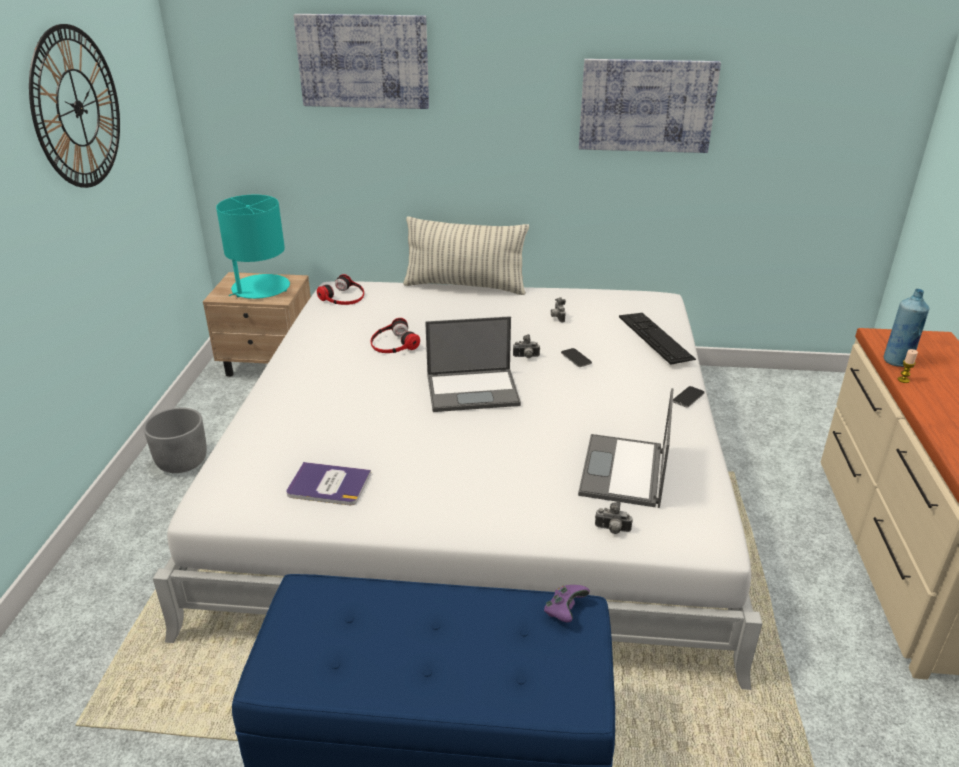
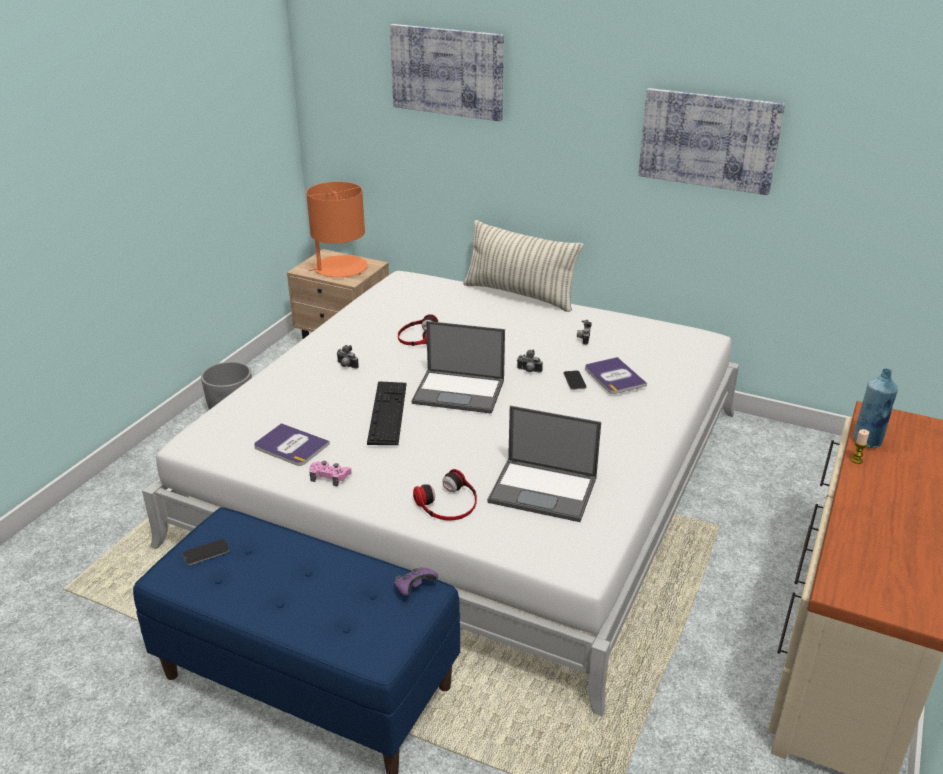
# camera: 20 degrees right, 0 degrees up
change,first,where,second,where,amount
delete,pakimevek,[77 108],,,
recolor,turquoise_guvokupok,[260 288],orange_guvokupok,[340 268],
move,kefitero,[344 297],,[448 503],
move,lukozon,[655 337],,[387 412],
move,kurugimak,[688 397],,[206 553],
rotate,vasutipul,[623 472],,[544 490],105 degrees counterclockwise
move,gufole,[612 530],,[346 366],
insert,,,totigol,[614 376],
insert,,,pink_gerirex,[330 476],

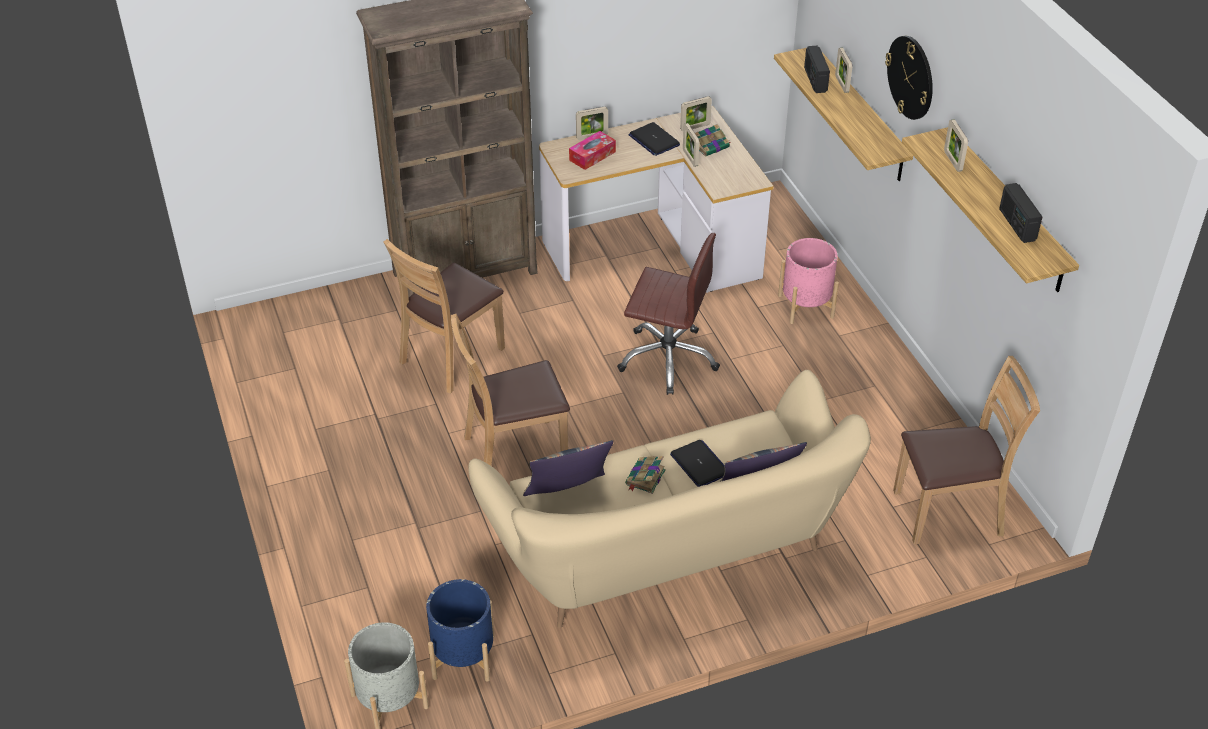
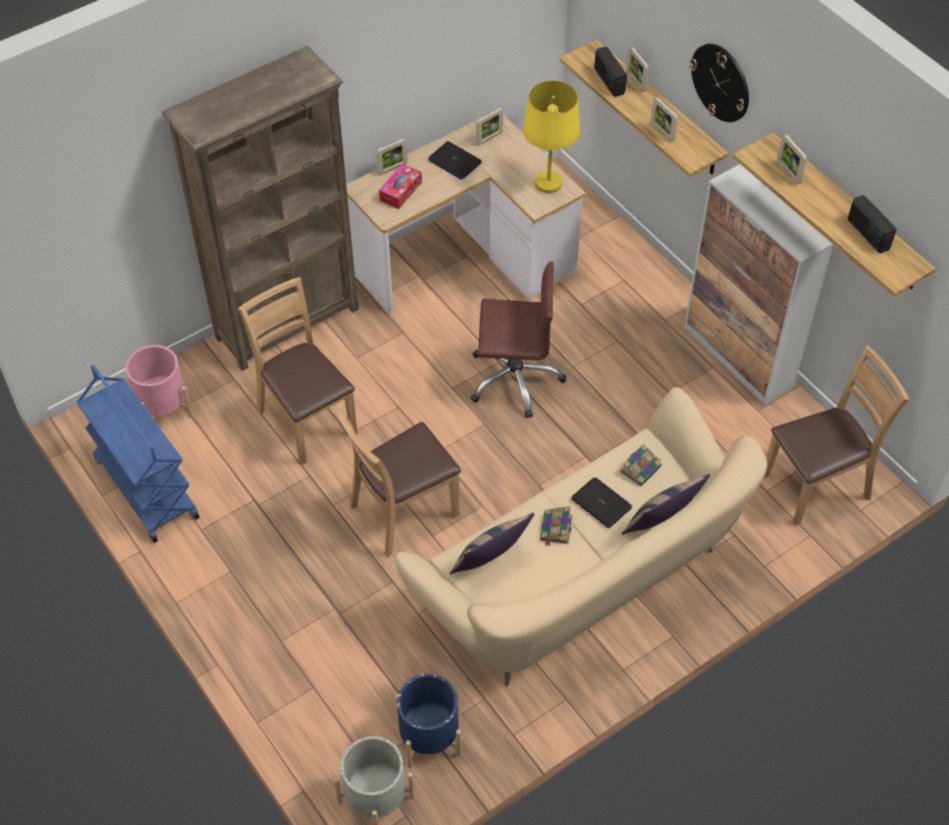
# camera: 15 degrees left, 10 degrees up
change,first,where,second,where,amount
move,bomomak,[690 158],,[662 132],
move,totigol,[711 146],,[641 469],
move,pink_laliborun,[805 306],,[163 408],
rotate,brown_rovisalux,[452 357],,[307 420],120 degrees clockwise
insert,,,yellow_guvokupok,[548 183],
insert,,,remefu,[738 357],
insert,,,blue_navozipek,[145 488],

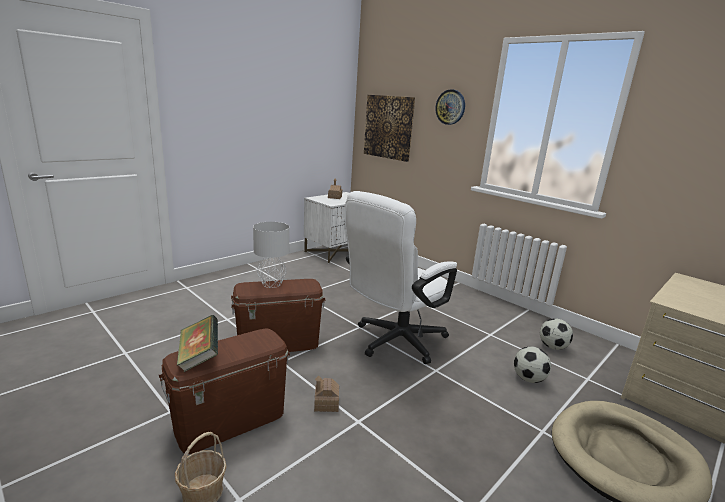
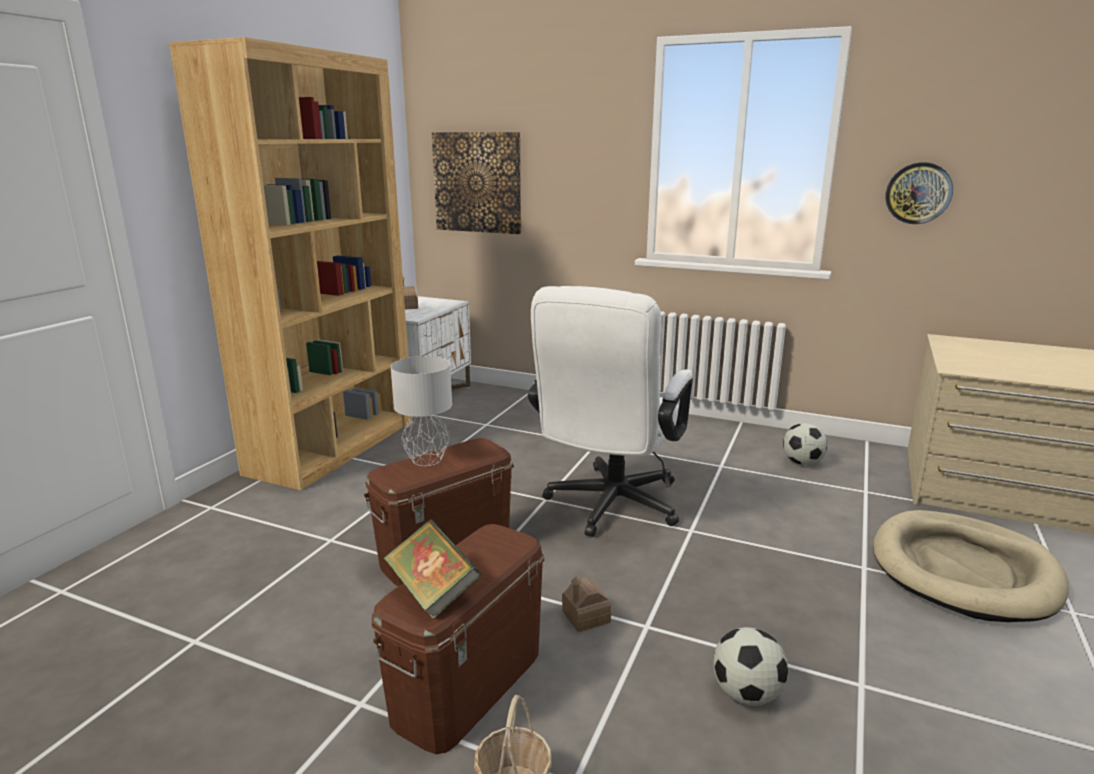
# camera: 20 degrees left, 0 degrees up
change,first,where,second,where,amount
move,pakimevek,[450 107],,[918 193],
move,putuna,[528 378],,[746 694],
insert,,,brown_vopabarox,[334 447],

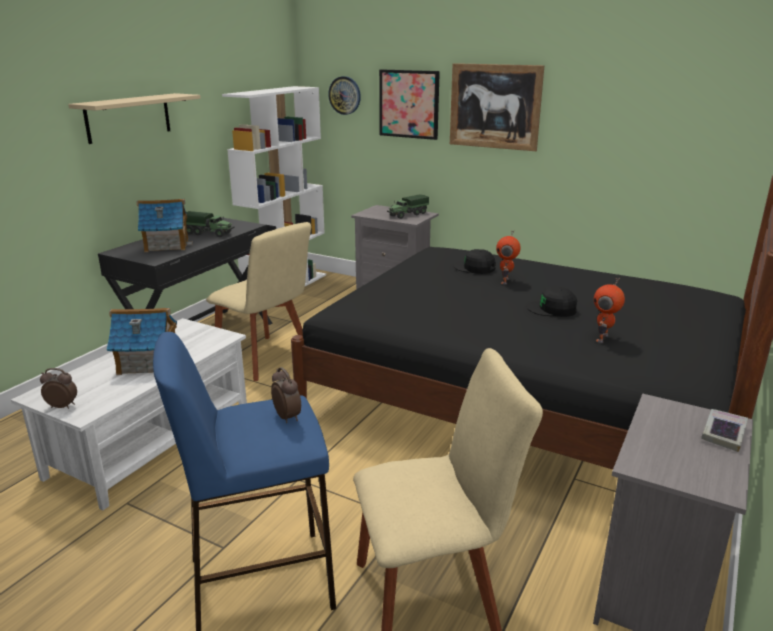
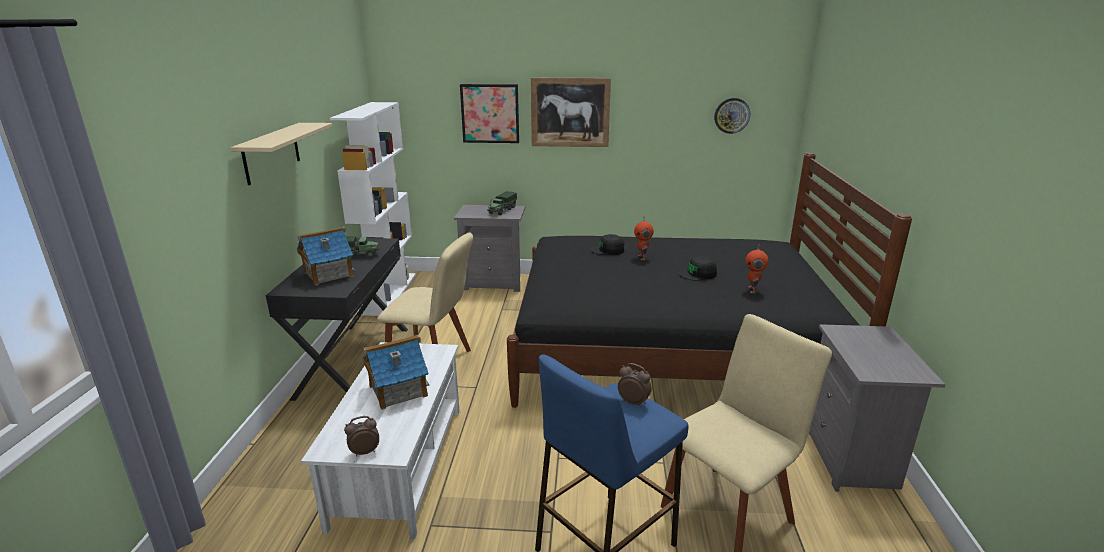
# camera: 25 degrees left, 0 degrees up
change,first,where,second,where,amount
move,pakimevek,[345 95],,[732 115],
delete,totigol,[723 433],,,

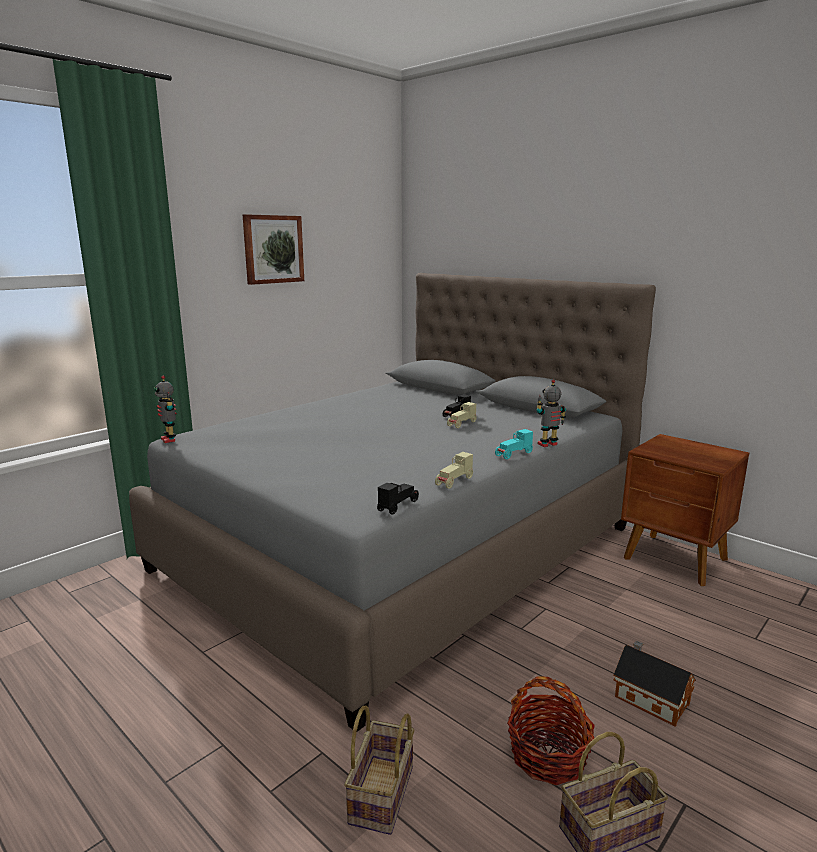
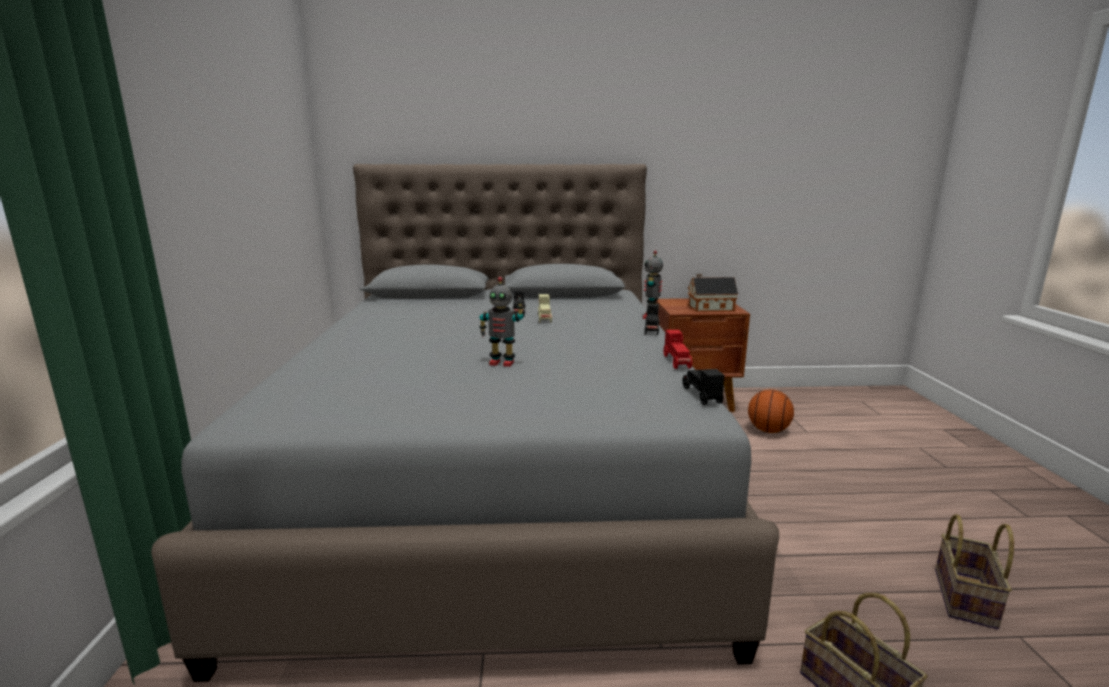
# camera: 45 degrees left, 0 degrees up
change,first,where,second,where,amount
delete,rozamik,[273 249],,,
move,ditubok,[169 439],,[502 363],
recolor,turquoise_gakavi,[514 454],black_gakavi,[652 330],
recolor,beige_gakavi,[454 481],red_gakavi,[677 362],
move,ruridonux,[649 698],,[709 308],
delete,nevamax,[548 755],,,
insert,,,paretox,[768 430],

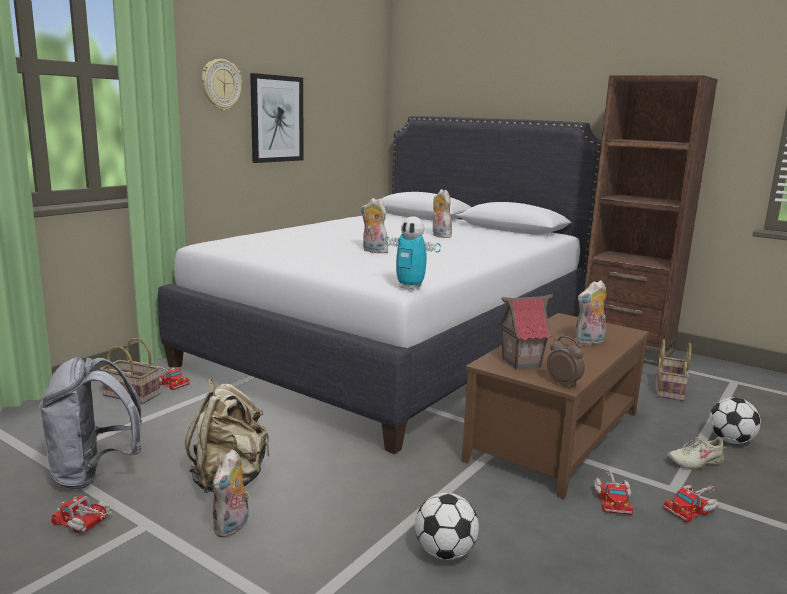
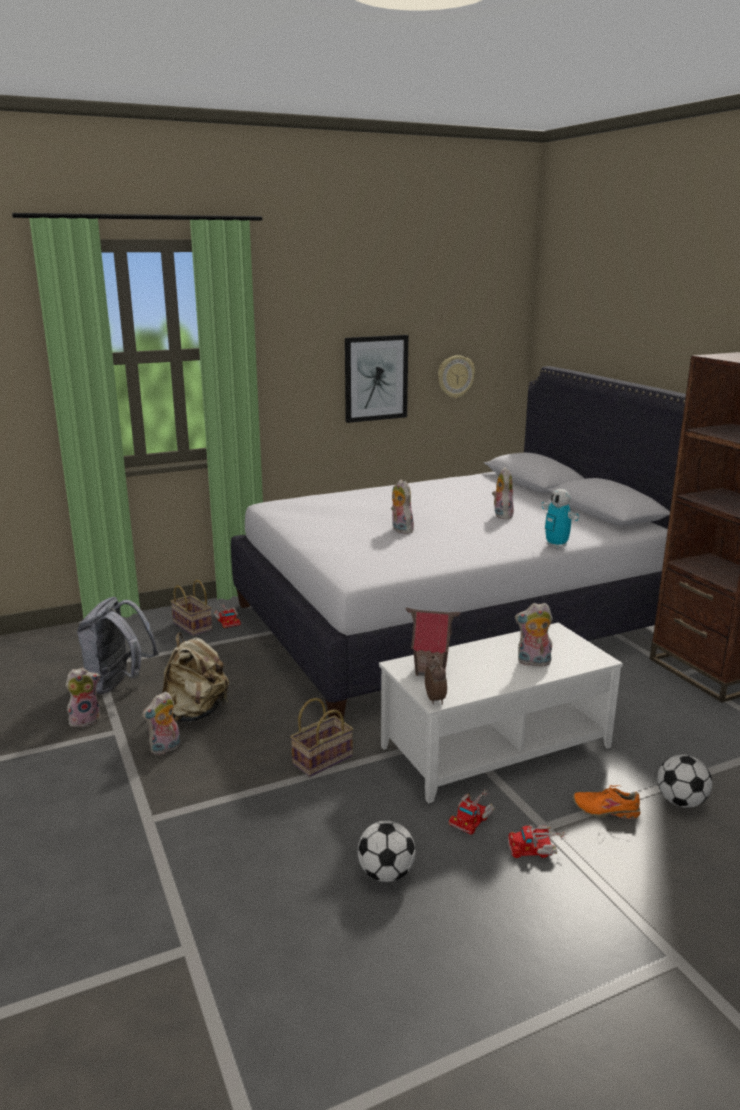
# camera: 30 degrees right, 5 degrees up
change,first,where,second,where,amount
move,pakimevek,[221 85],,[455 376],
move,ditubok,[410 287],,[556 545],
recolor,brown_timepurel,[553 435],white_timepurel,[494 746],
move,nevamax,[668 390],,[323 759],
recolor,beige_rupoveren,[695 462],orange_rupoveren,[606 810],
move,putuna,[445 553],,[386 874],
replace,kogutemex,[85 523],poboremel,[85 719],

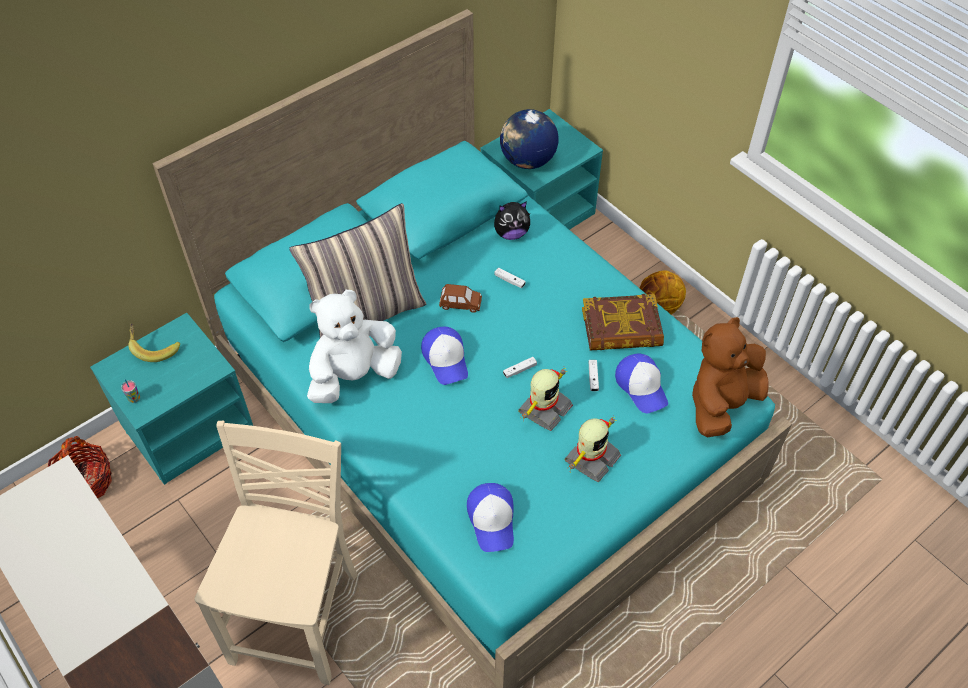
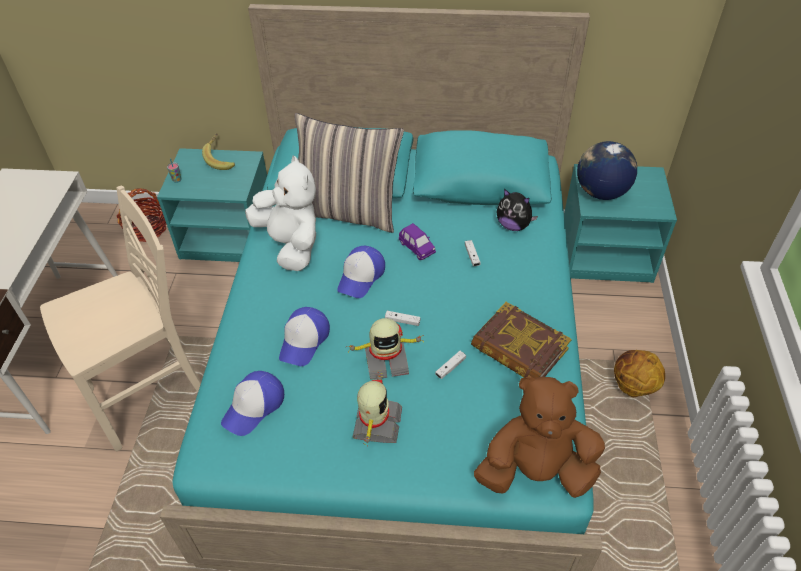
# camera: 45 degrees right, 5 degrees down
change,first,where,second,where,amount
recolor,brown_gakavi,[460 304],purple_gakavi,[416 248],
rotate,white_poboremel,[354 376],,[291 245],45 degrees clockwise
move,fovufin,[641 386],,[304 341],
rotate,ditubok,[591 458],,[376 423],75 degrees counterclockwise

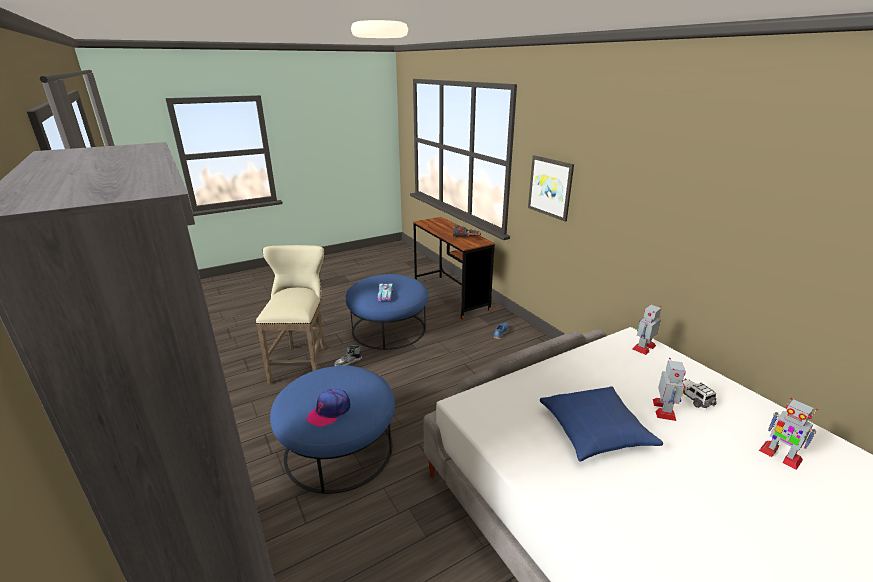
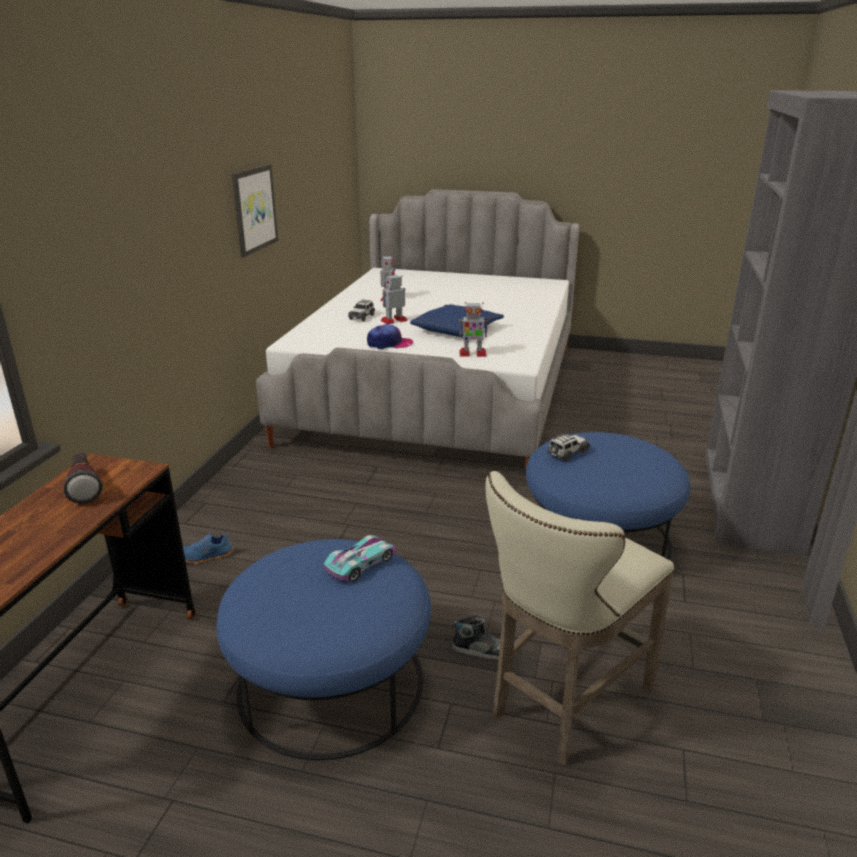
# camera: 135 degrees left, 0 degrees up
change,first,where,second,where,amount
move,rozamik,[550 187],,[254 209],
move,ditubok,[643 347],,[472 353],
move,fovufin,[329 411],,[389 344],
insert,,,gakavi,[567 453],

